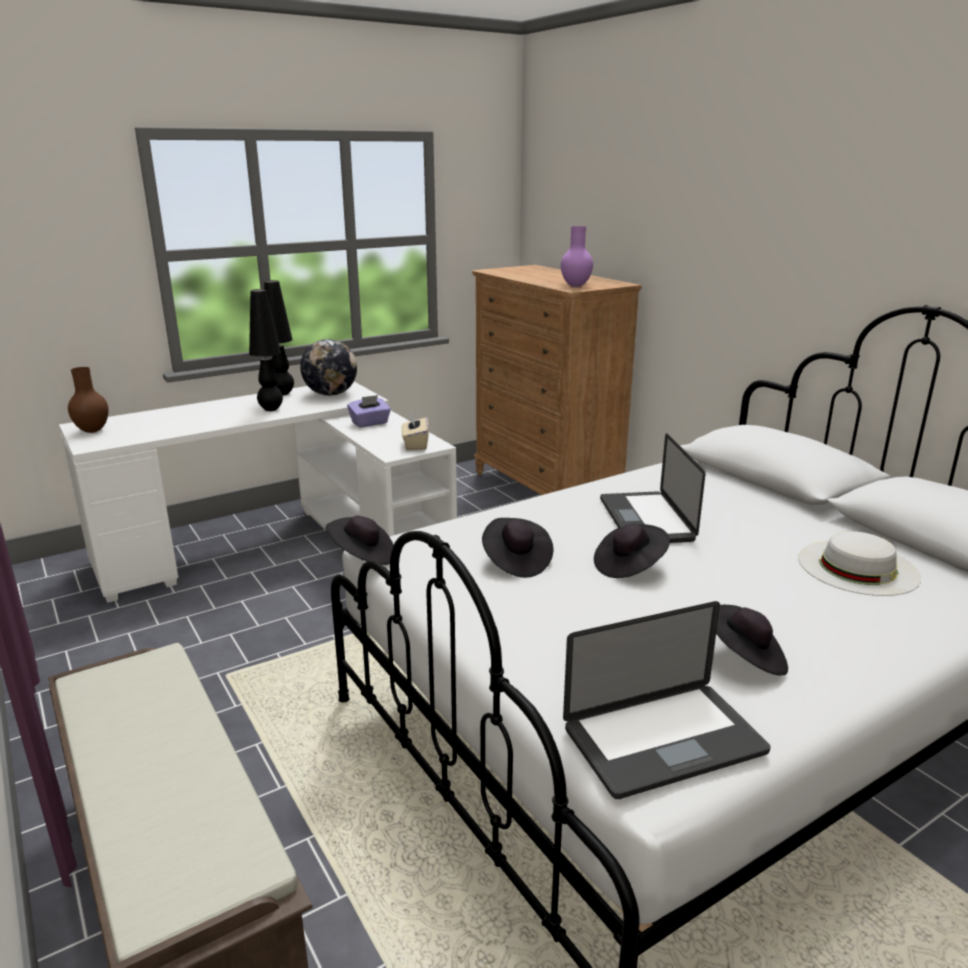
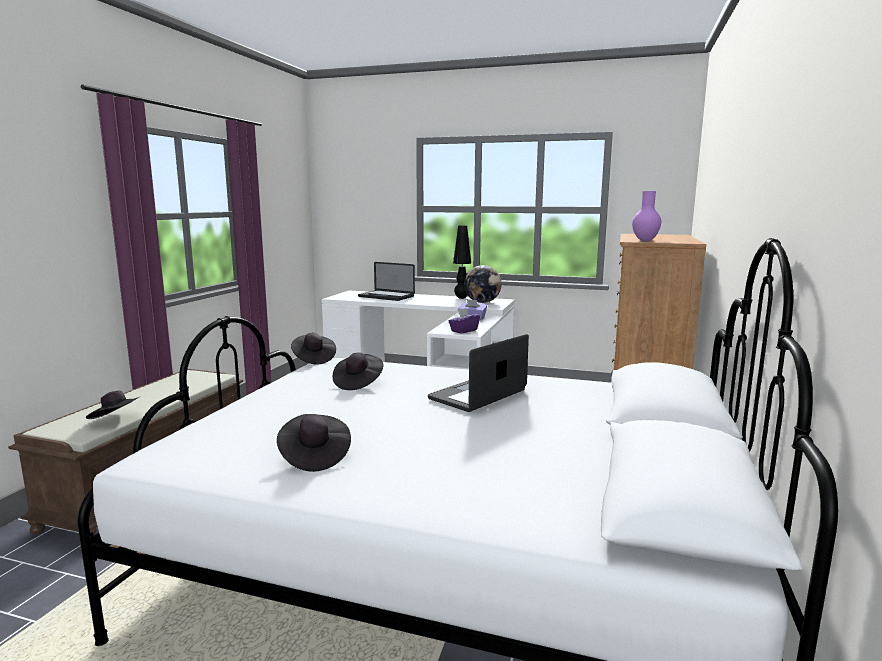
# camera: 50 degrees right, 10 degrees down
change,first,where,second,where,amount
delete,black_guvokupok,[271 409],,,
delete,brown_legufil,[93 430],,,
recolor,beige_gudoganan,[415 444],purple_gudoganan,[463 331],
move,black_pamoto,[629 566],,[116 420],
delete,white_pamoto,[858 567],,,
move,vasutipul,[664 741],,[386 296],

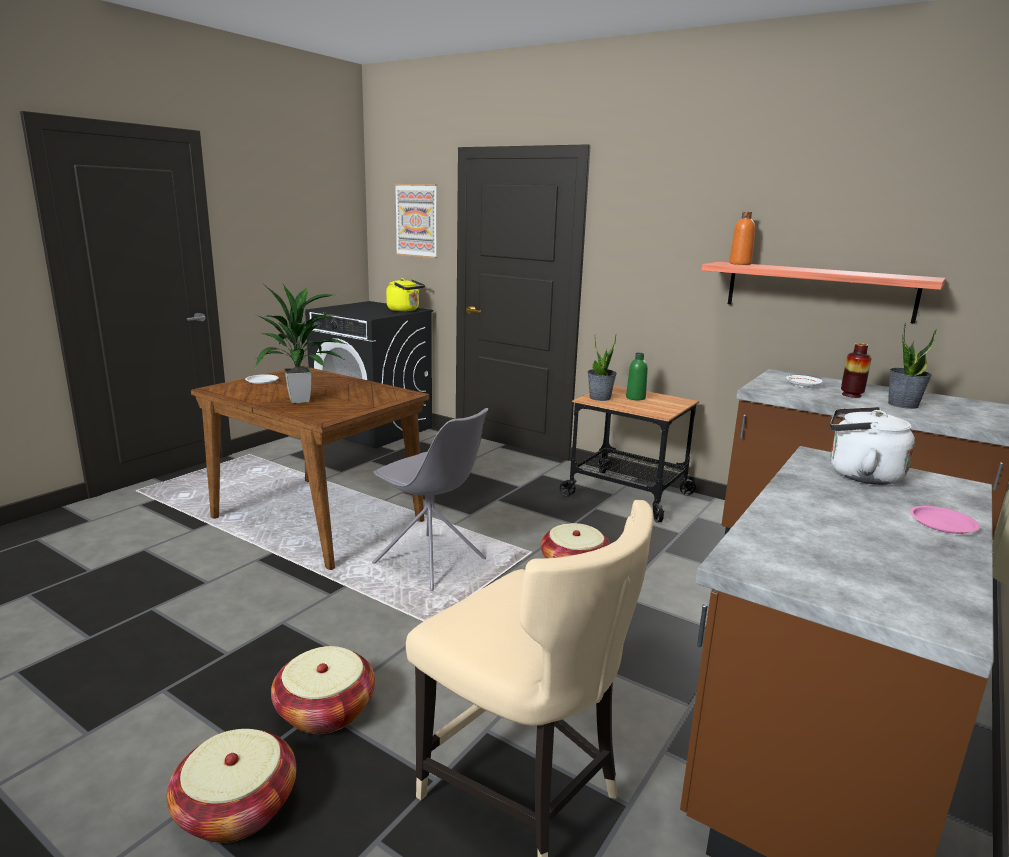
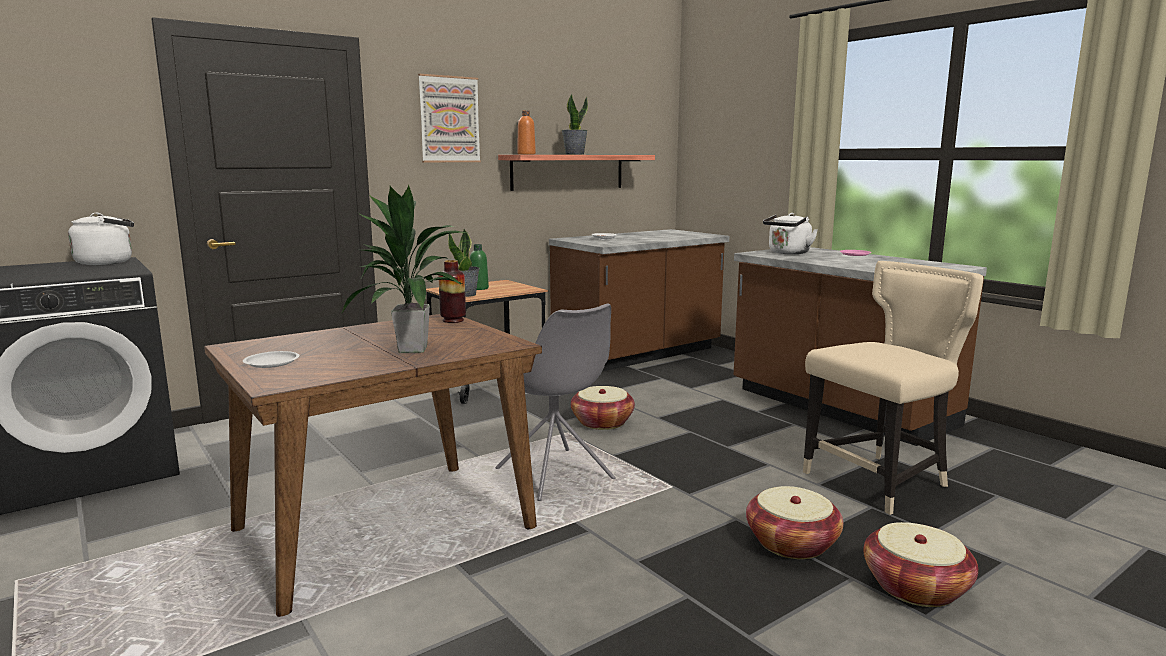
# camera: 70 degrees left, 5 degrees down
change,first,where,second,where,amount
move,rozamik,[417 220],,[449 119],
recolor,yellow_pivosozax,[405 310],white_pivosozax,[108 262],
move,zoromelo,[902 404],,[574 154],
move,legufil,[851 395],,[453 320],
rotate,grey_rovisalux,[431 562],,[555 475],90 degrees clockwise

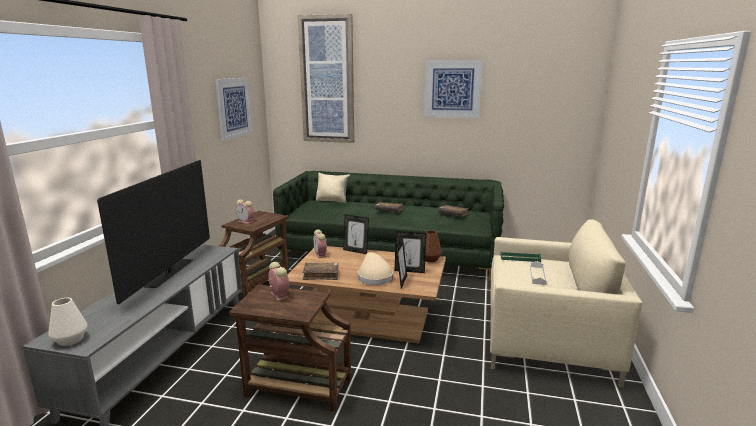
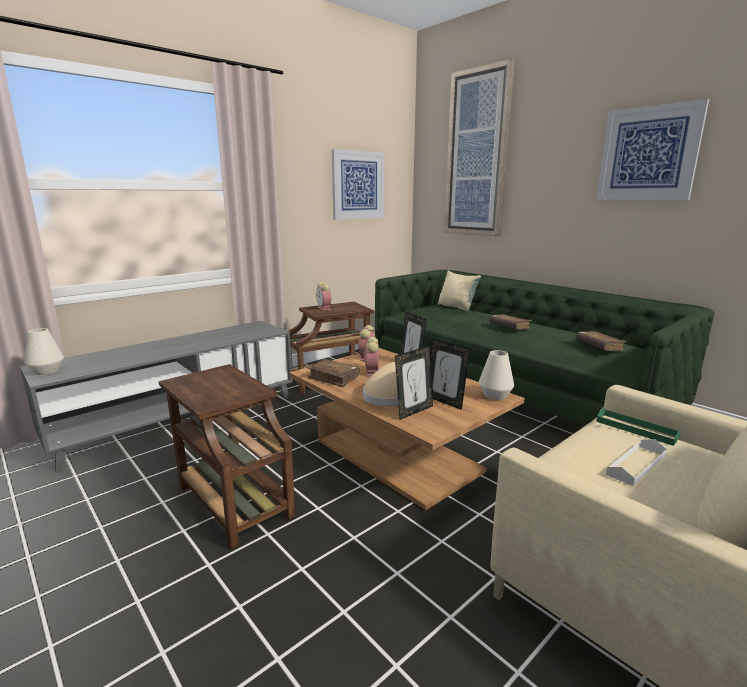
# camera: 35 degrees right, 0 degrees up
change,first,where,second,where,amount
delete,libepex,[170 273],,,
recolor,brown_legufil,[430 259],white_legufil,[495 395],
move,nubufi,[278 295],,[371 372],

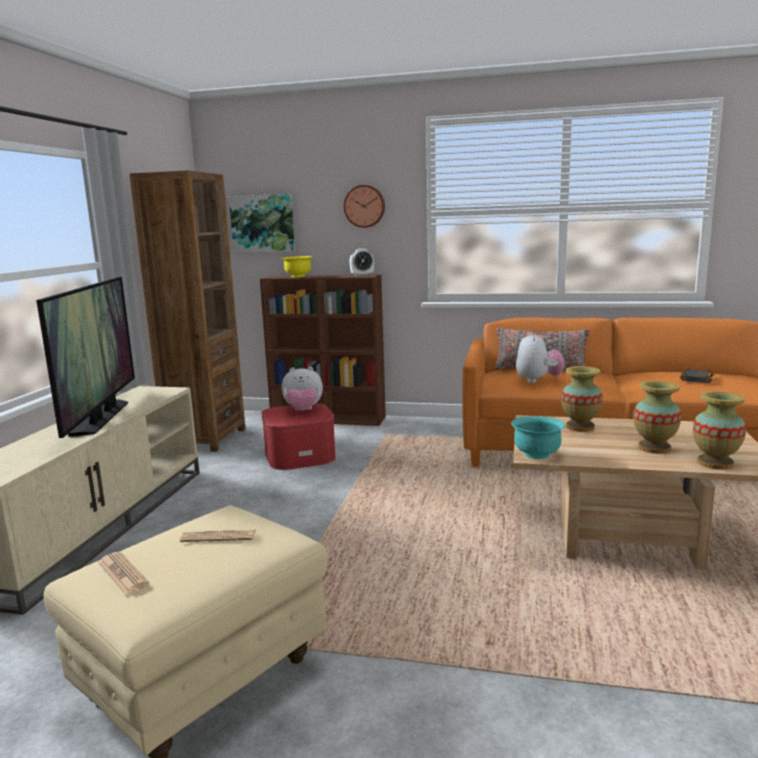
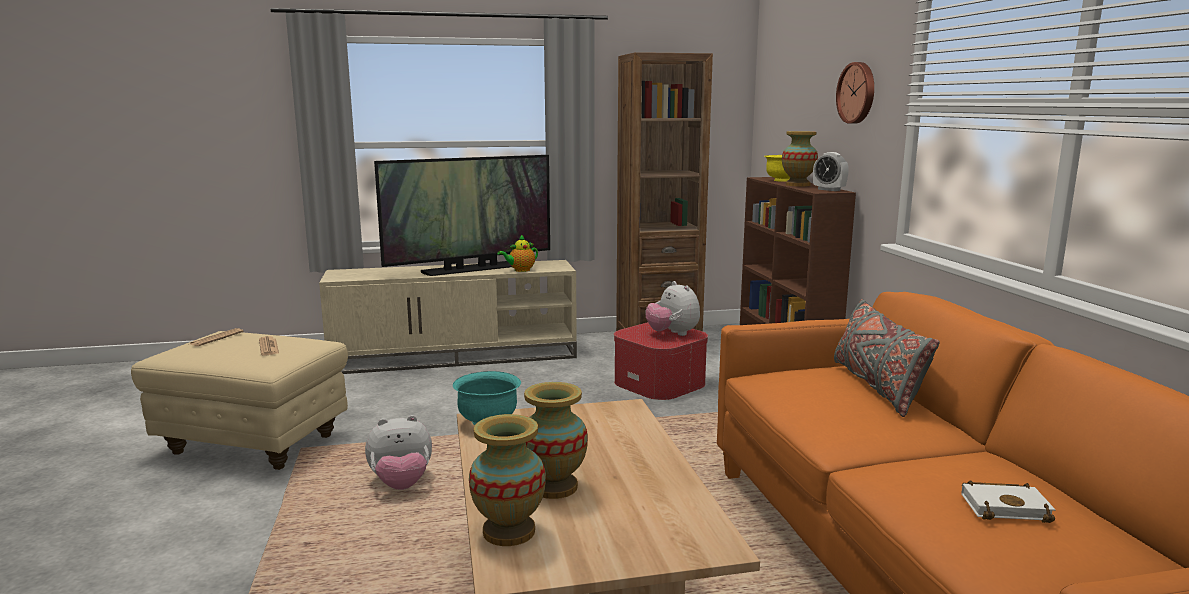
# camera: 65 degrees right, 0 degrees up
change,first,where,second,where,amount
delete,rozamik,[263 223],,,
move,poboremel,[538 380],,[401 485],
move,legufil,[580 427],,[798 185],
recolor,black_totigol,[695 379],white_totigol,[1006 507],
insert,,,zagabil,[520 270],

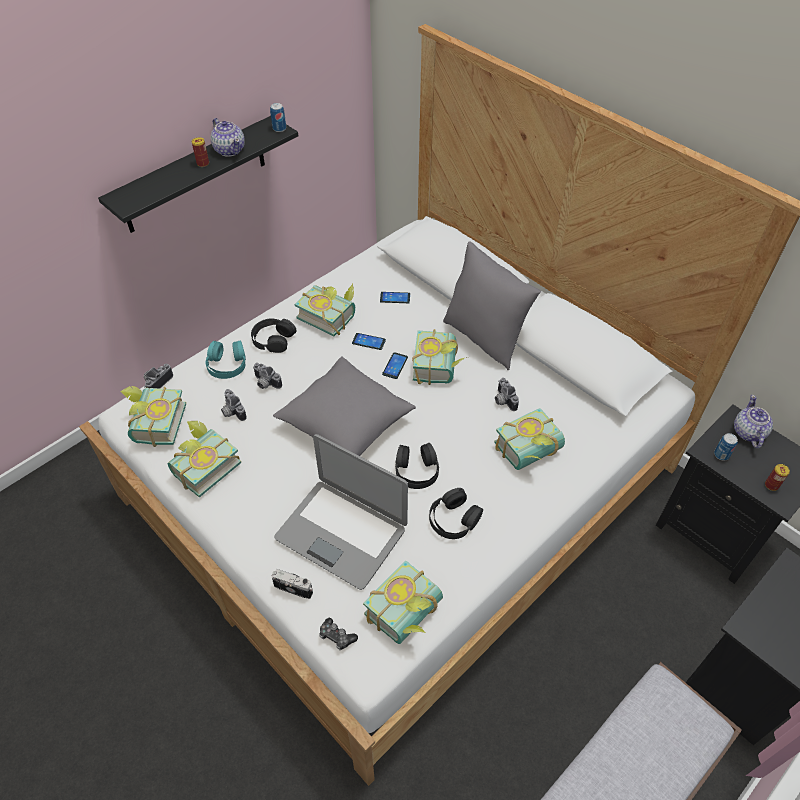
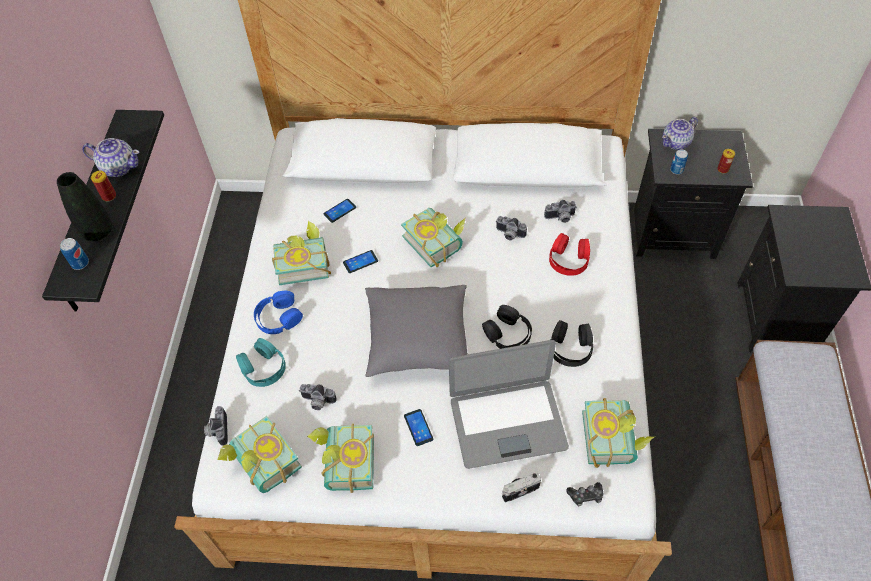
# camera: 40 degrees left, 5 degrees up
change,first,where,second,where,amount
move,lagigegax,[279 129],,[80 263],
delete,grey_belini,[484 338],,,
recolor,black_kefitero,[273 339],blue_kefitero,[278 317],
move,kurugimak,[395 366],,[418 427],
move,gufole,[265 383],,[560 218],
rotate,zagabil,[748 432],,[676 142],90 degrees counterclockwise
replace,totigol,[531 453],red_kefitero,[569 259],
insert,,,black_legufil,[97 231],

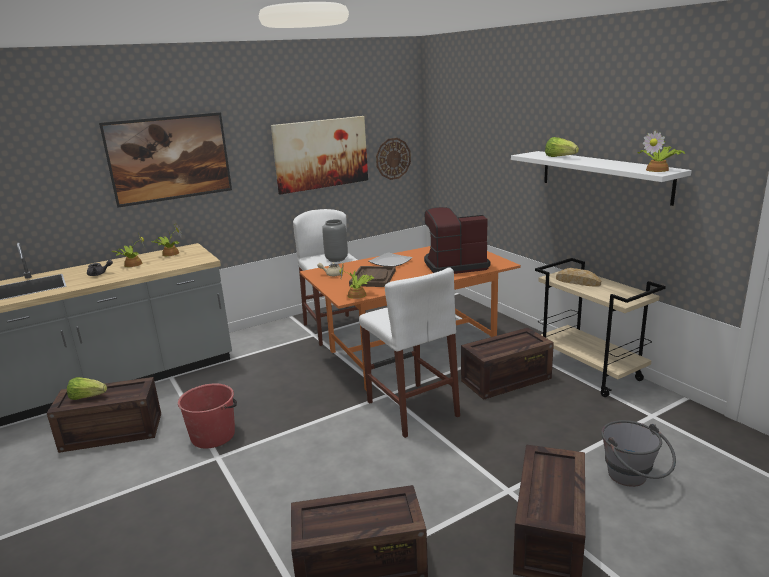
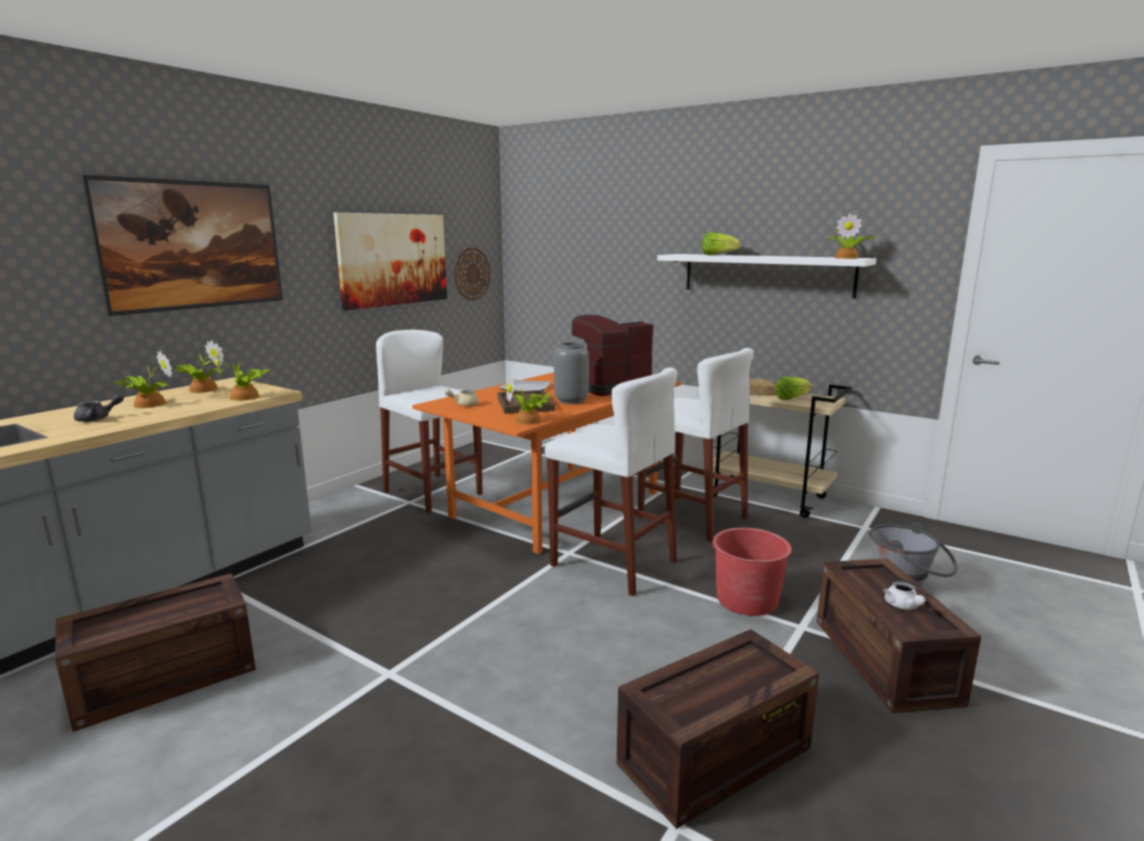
# camera: 25 degrees left, 5 degrees down
change,first,where,second,where,amount
move,grey_legufil,[336 259],,[570 401],
replace,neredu,[505 380],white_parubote,[692 517],
move,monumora,[87 397],,[791 398],
move,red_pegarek,[213 435],,[746 599],
insert,,,zoromelo,[246 397],
insert,,,white_zagabil,[903 606],

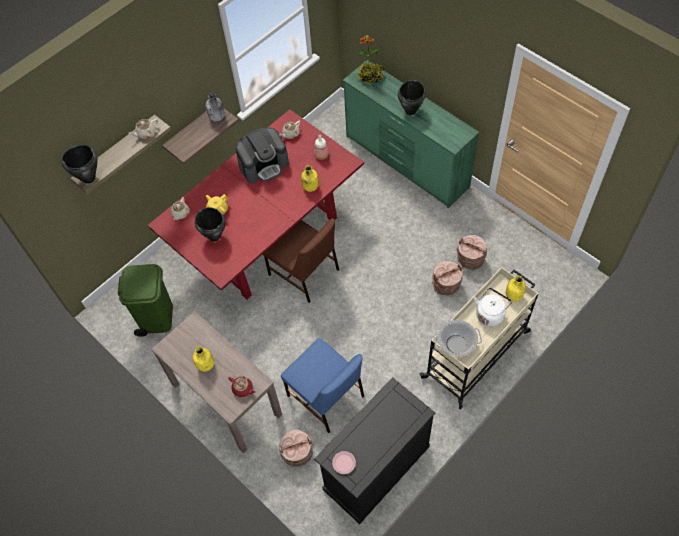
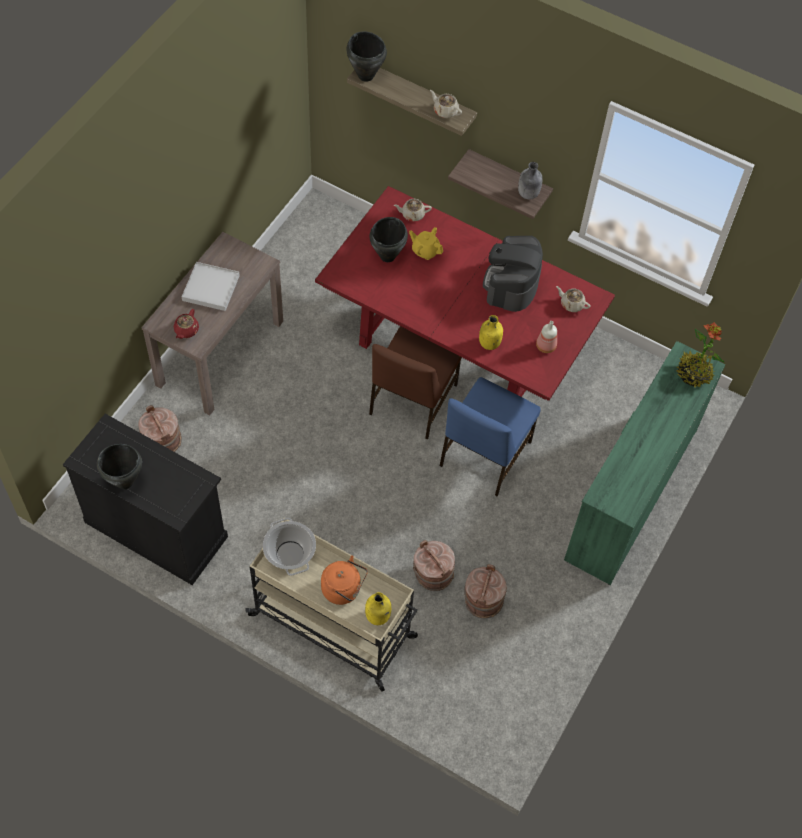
# camera: 70 degrees right, 0 degrees up
change,first,where,second,where,amount
move,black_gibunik,[411 110],,[125 482],
rotate,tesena,[264 165],,[511 284],60 degrees clockwise
delete,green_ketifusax,[156 317],,,
recolor,white_pivosozax,[490 314],orange_pivosozax,[343 590],
move,blue_rovisalux,[326 397],,[484 454],
replace,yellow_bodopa,[206 365],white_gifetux,[211 288],
delete,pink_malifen,[344 463],,,

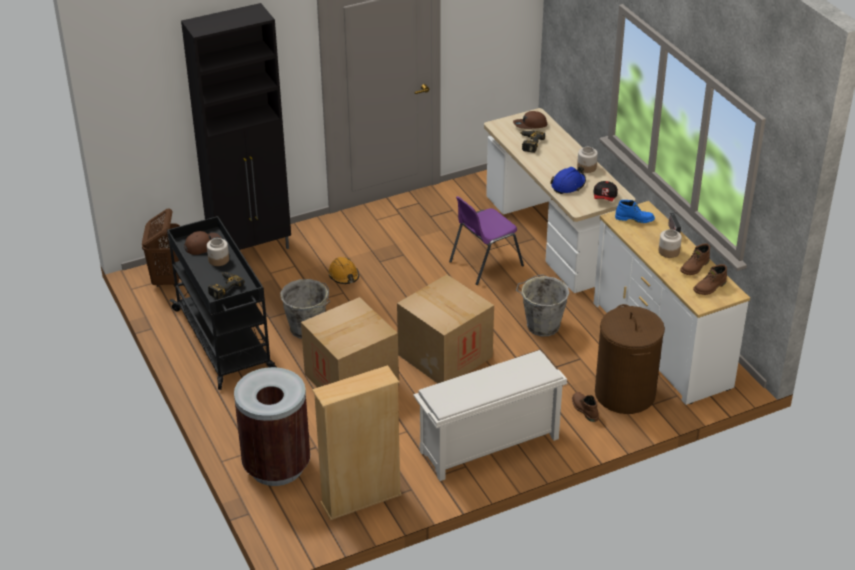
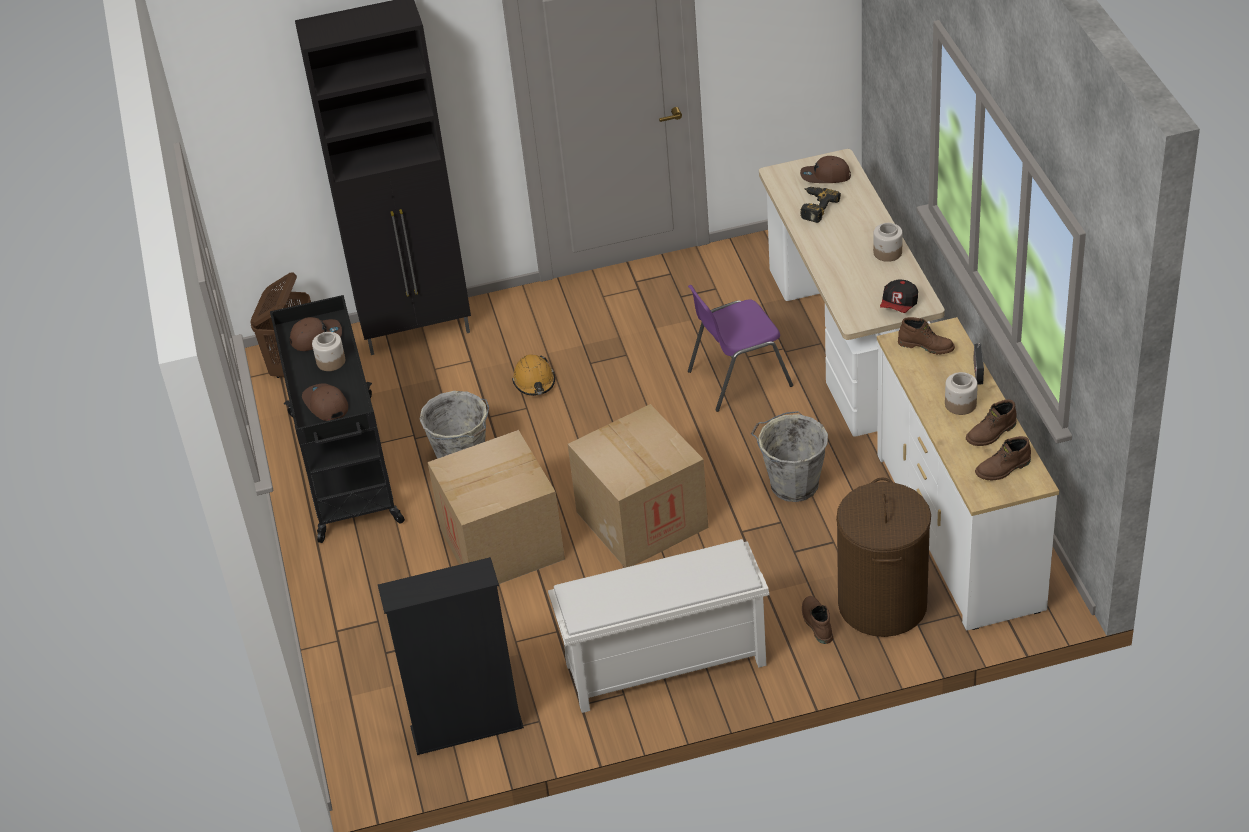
# camera: 15 degrees right, 5 degrees up
change,first,where,second,where,amount
delete,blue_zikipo,[568 185],,,
recolor,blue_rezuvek,[634 219],brown_rezuvek,[926 346],
replace,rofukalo,[223 287],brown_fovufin,[325 405],
recolor,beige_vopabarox,[361 499],black_vopabarox,[467 728],
delete,brown_ketifusax,[277 466],,,

